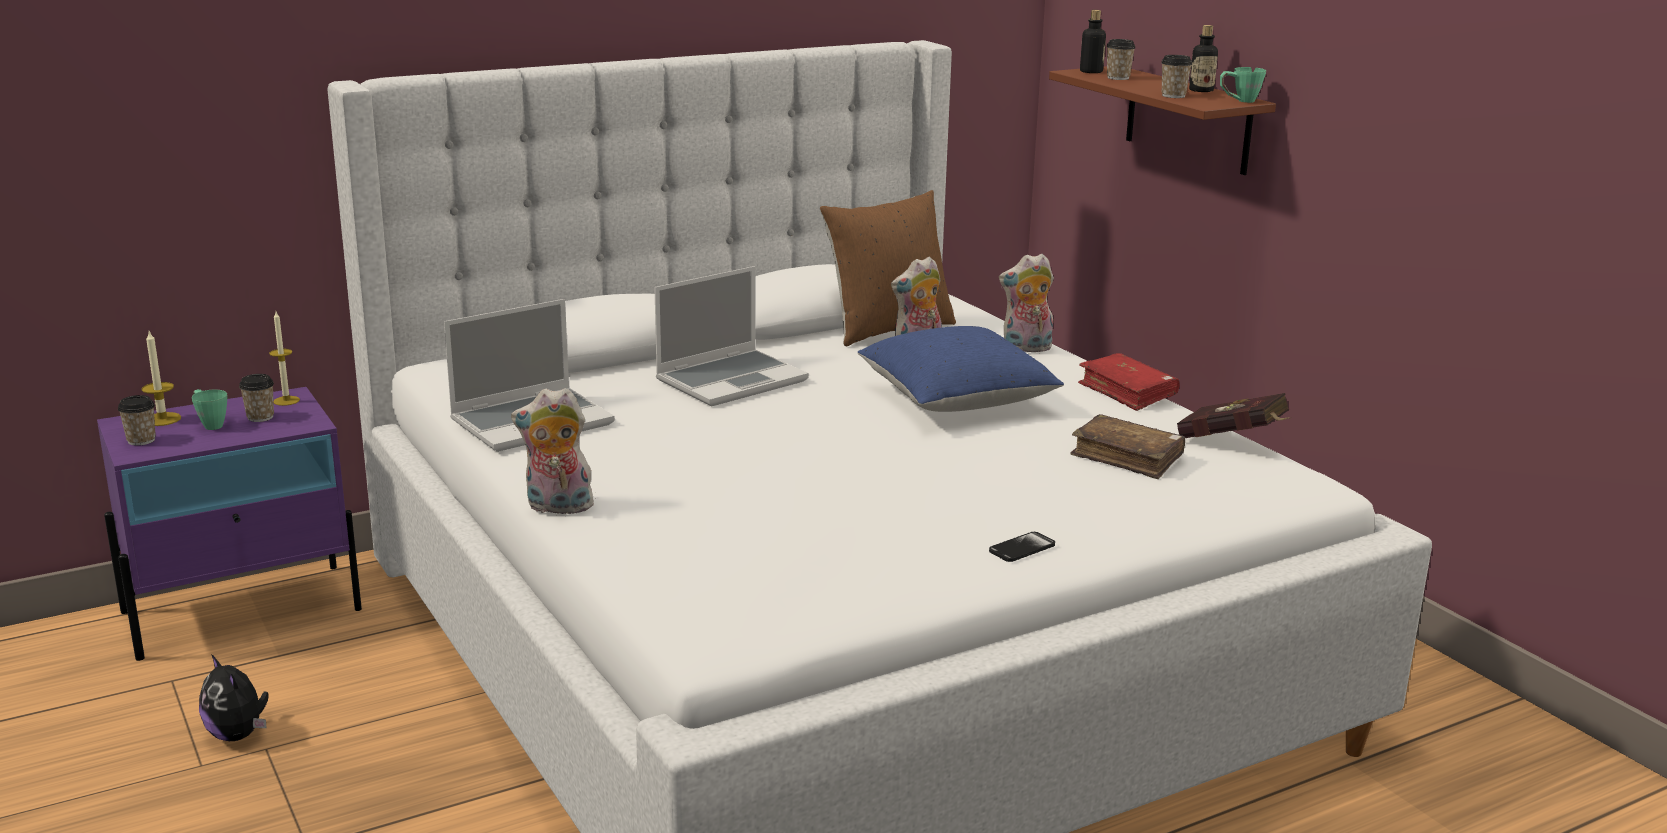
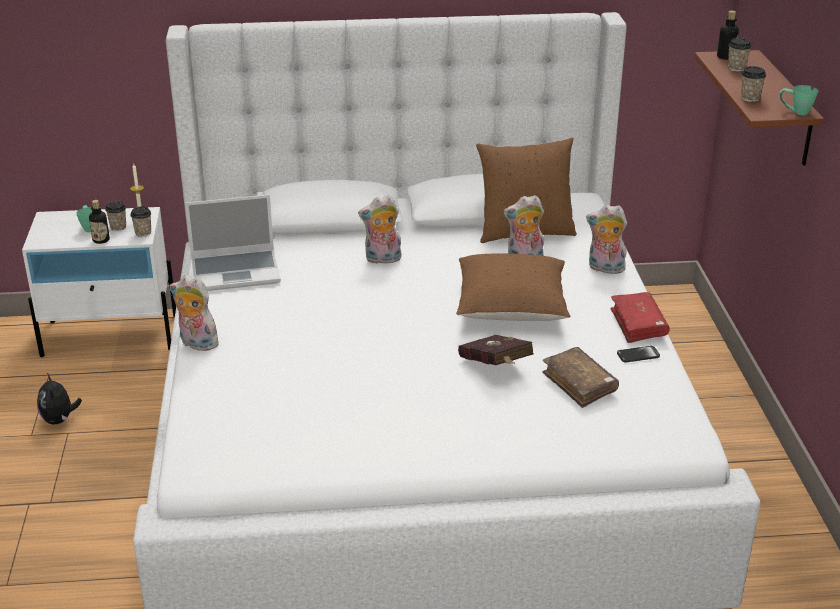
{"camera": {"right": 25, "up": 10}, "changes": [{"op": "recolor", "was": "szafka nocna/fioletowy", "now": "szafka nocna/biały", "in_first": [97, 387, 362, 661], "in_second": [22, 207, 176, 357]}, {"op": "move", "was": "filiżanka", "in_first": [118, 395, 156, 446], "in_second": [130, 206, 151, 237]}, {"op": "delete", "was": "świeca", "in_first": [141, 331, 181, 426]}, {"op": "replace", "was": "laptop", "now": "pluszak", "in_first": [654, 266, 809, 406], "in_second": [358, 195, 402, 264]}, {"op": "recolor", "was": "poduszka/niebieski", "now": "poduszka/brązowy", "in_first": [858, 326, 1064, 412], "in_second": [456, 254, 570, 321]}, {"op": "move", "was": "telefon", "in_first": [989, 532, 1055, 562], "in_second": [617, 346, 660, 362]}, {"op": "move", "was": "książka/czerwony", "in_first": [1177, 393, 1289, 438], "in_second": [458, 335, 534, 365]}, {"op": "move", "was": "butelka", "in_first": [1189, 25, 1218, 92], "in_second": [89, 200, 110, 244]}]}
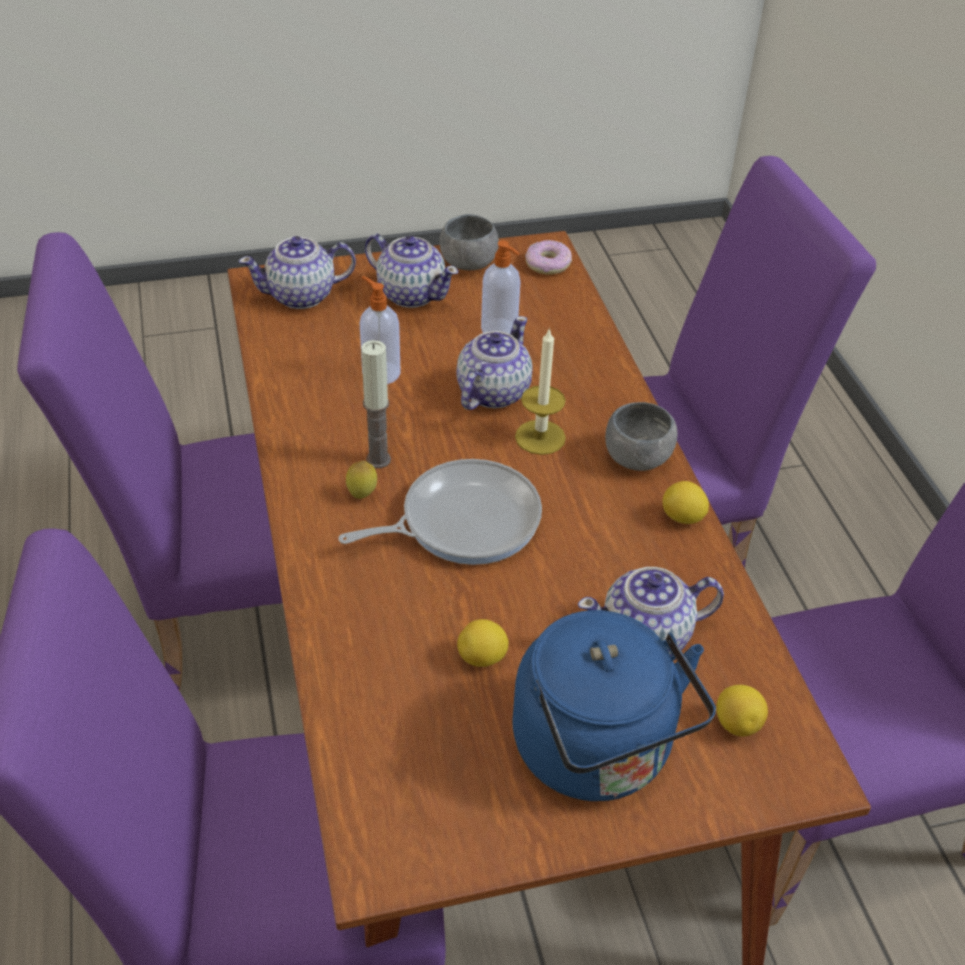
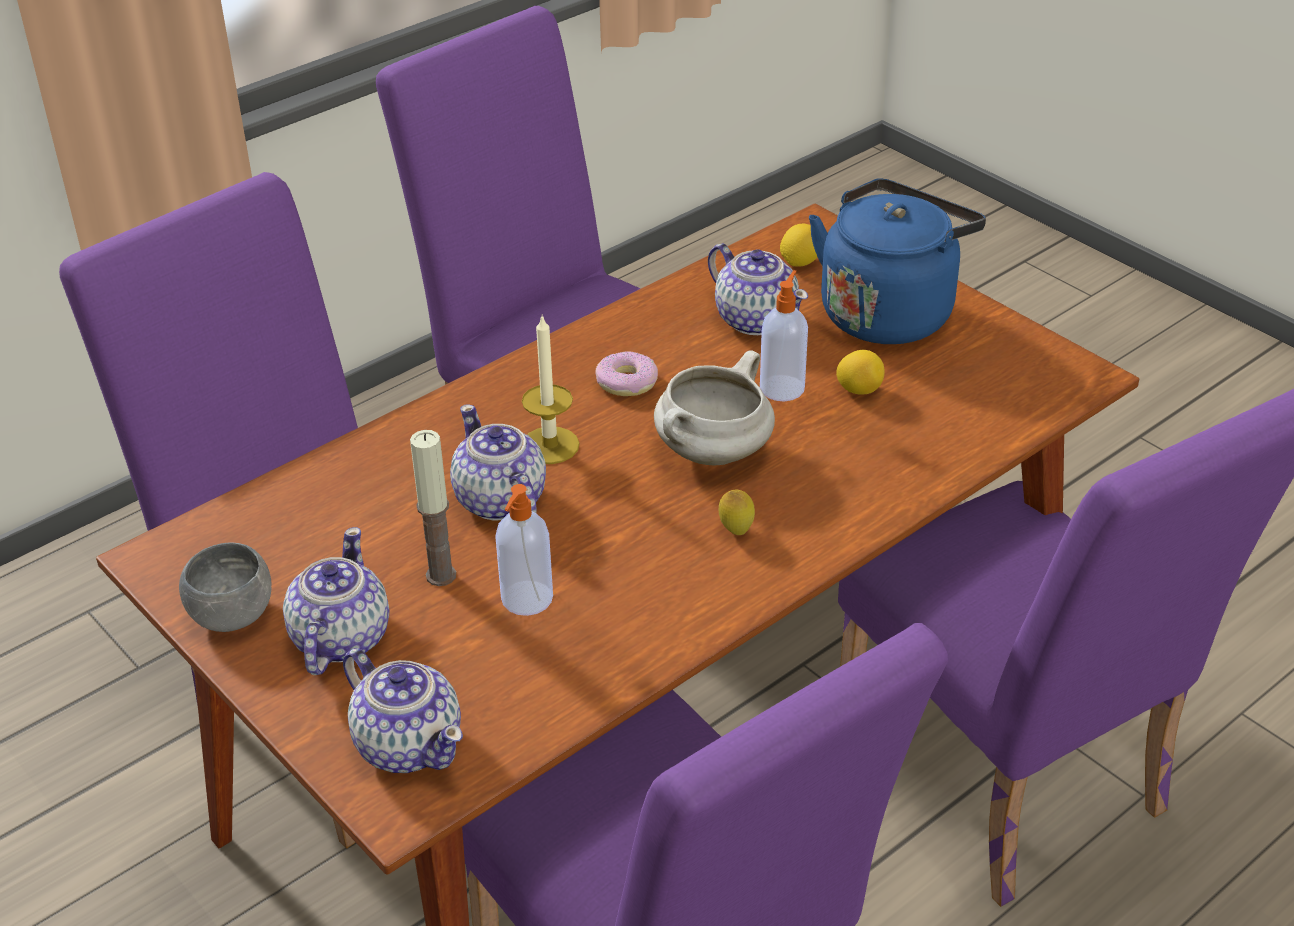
{"camera": {"right": -115, "up": -5}, "changes": [{"op": "replace", "was": "patelnia", "now": "garnek/biały", "in_first": [339, 459, 542, 565], "in_second": [654, 351, 775, 465]}, {"op": "move", "was": "świeca", "in_first": [361, 340, 391, 468], "in_second": [410, 430, 456, 586]}, {"op": "rotate", "was": "imbryk", "in_first": [456, 316, 533, 410], "in_second": [450, 404, 546, 520], "clockwise": 60}, {"op": "move", "was": "dozownik mydła", "in_first": [481, 240, 521, 334], "in_second": [760, 270, 808, 401]}, {"op": "move", "was": "donut", "in_first": [525, 240, 572, 275], "in_second": [595, 352, 658, 396]}, {"op": "delete", "was": "miska/szary", "in_first": [605, 402, 677, 471]}, {"op": "delete", "was": "cytryna", "in_first": [662, 481, 709, 524]}]}
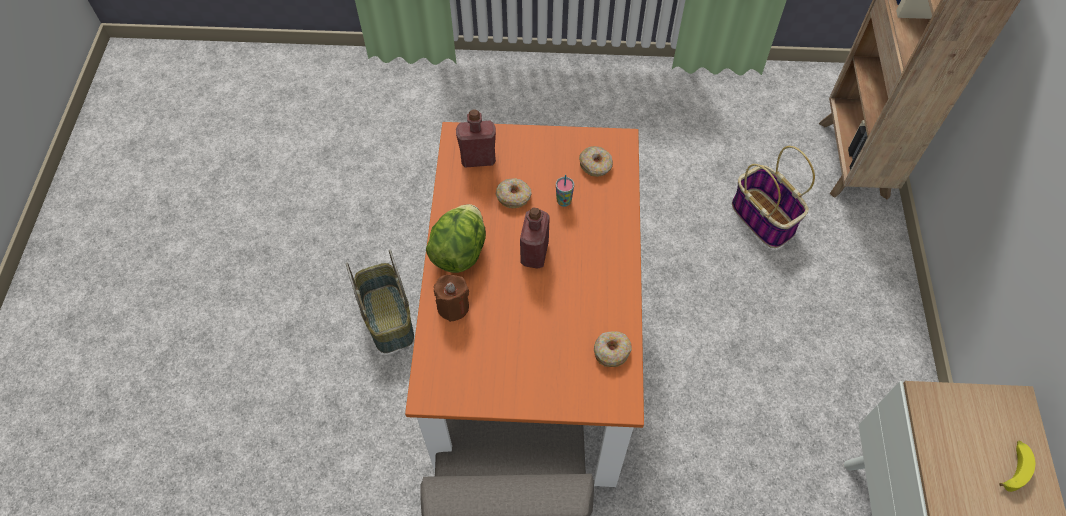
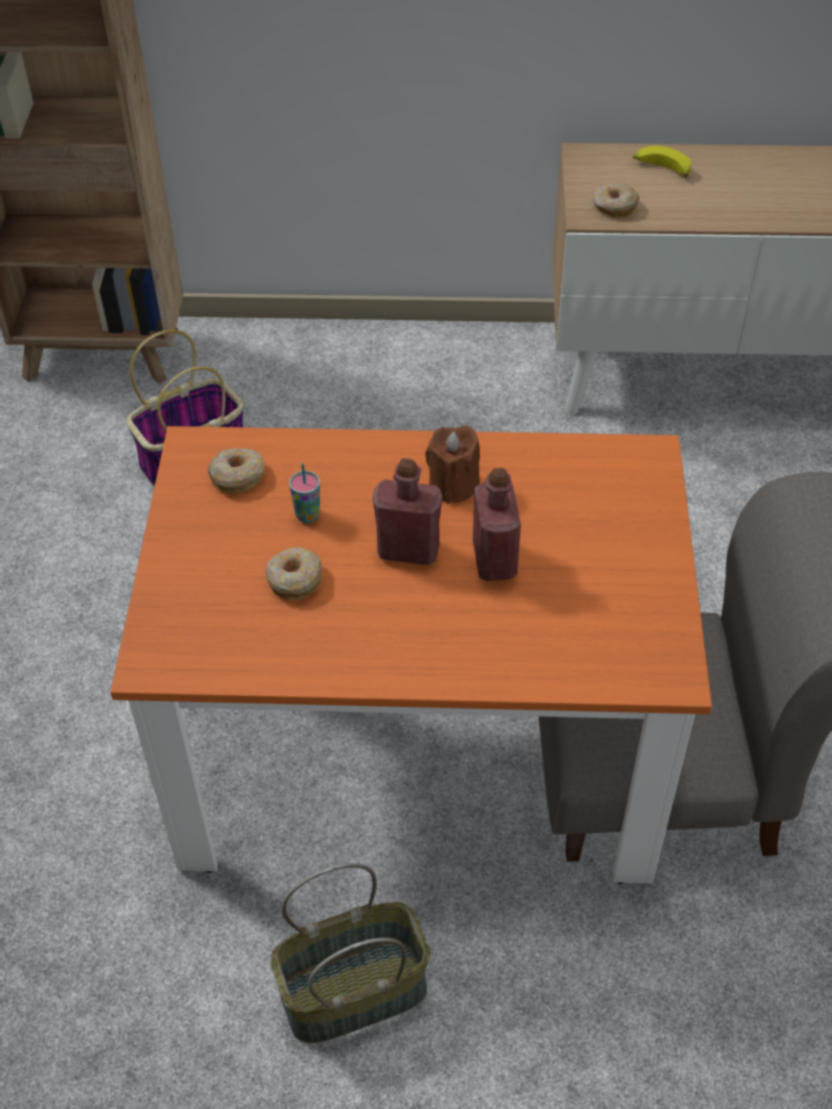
{"camera": {"right": -90, "up": -10}, "changes": [{"op": "delete", "was": "sałata", "in_first": [426, 204, 486, 273]}, {"op": "move", "was": "świeca/brązowy", "in_first": [434, 275, 469, 322], "in_second": [425, 426, 480, 504]}, {"op": "move", "was": "butelka/czerwony", "in_first": [456, 109, 496, 168], "in_second": [473, 468, 521, 581]}, {"op": "move", "was": "donut", "in_first": [594, 331, 632, 367], "in_second": [593, 183, 640, 218]}]}
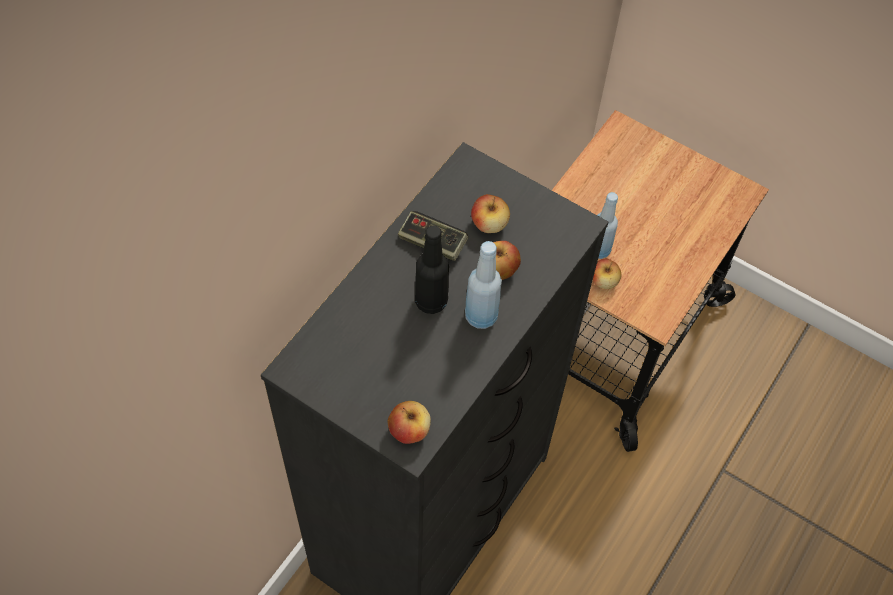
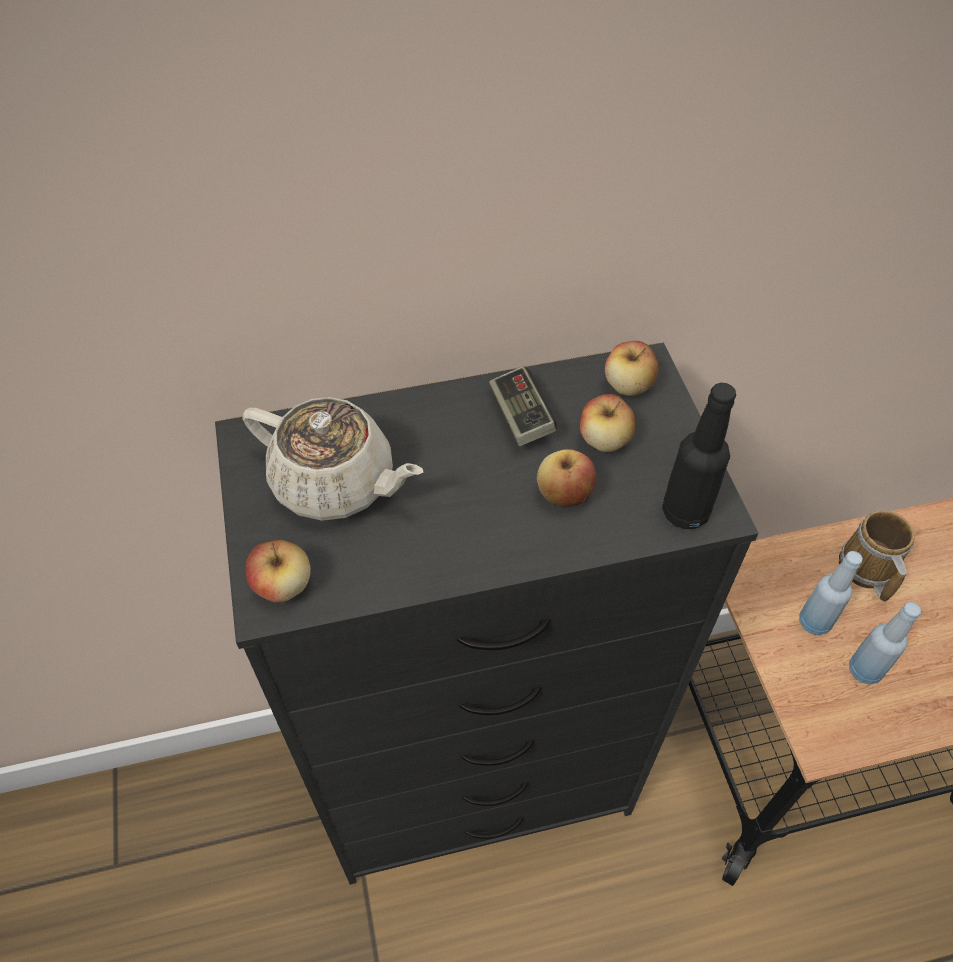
{"camera": {"right": 45, "up": -5}, "changes": [{"op": "move", "was": "butelka/czarny", "in_first": [415, 225, 449, 314], "in_second": [662, 383, 736, 529]}, {"op": "move", "was": "butelka/niebieski", "in_first": [465, 241, 502, 329], "in_second": [849, 602, 921, 685]}, {"op": "move", "was": "jabłko", "in_first": [593, 259, 621, 289], "in_second": [605, 341, 659, 396]}, {"op": "insert", "now": "imbryk/beżowy", "in_second": [242, 397, 424, 521]}, {"op": "insert", "now": "kubek", "in_second": [839, 510, 915, 602]}]}
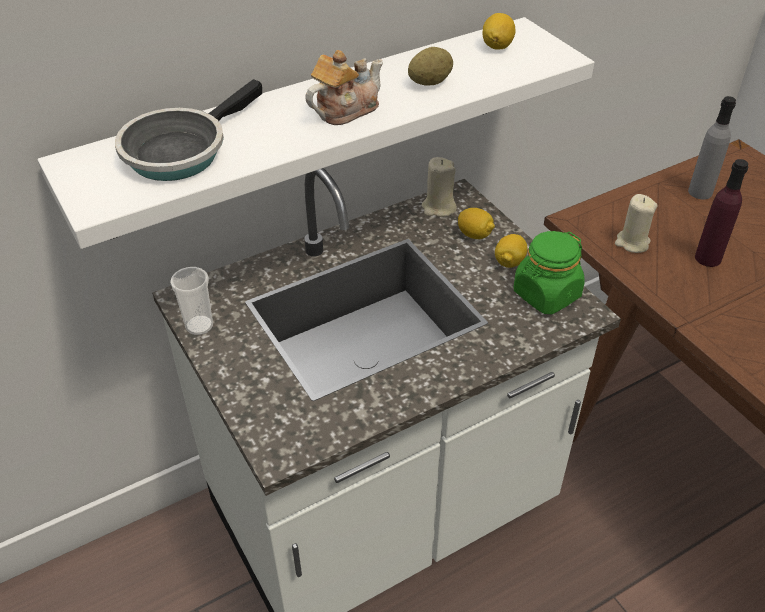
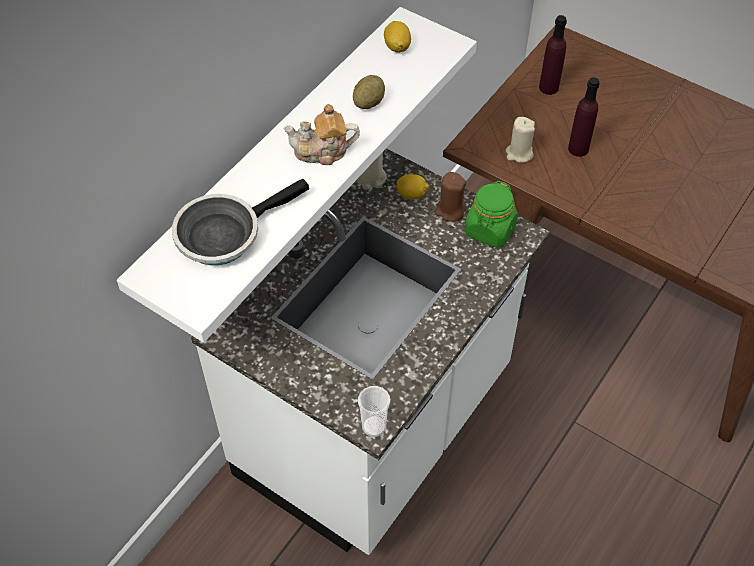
{"camera": {"right": -25, "up": 10}, "changes": [{"op": "rotate", "was": "patelnia", "in_first": [115, 79, 262, 181], "in_second": [172, 179, 309, 265], "clockwise": 45}, {"op": "move", "was": "filiżanka", "in_first": [170, 267, 213, 335], "in_second": [358, 386, 390, 437]}, {"op": "rotate", "was": "imbryk", "in_first": [305, 50, 383, 125], "in_second": [283, 104, 360, 165], "clockwise": -120}, {"op": "replace", "was": "cytryna", "now": "świeca/brązowy", "in_first": [495, 234, 527, 268], "in_second": [435, 172, 466, 222]}, {"op": "recolor", "was": "butelka/szary", "now": "butelka/fioletowy", "in_first": [688, 96, 736, 199], "in_second": [539, 15, 567, 95]}]}
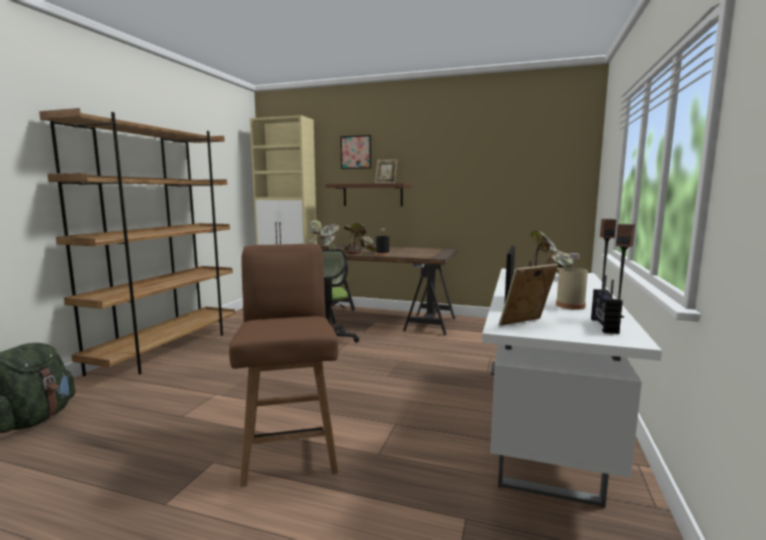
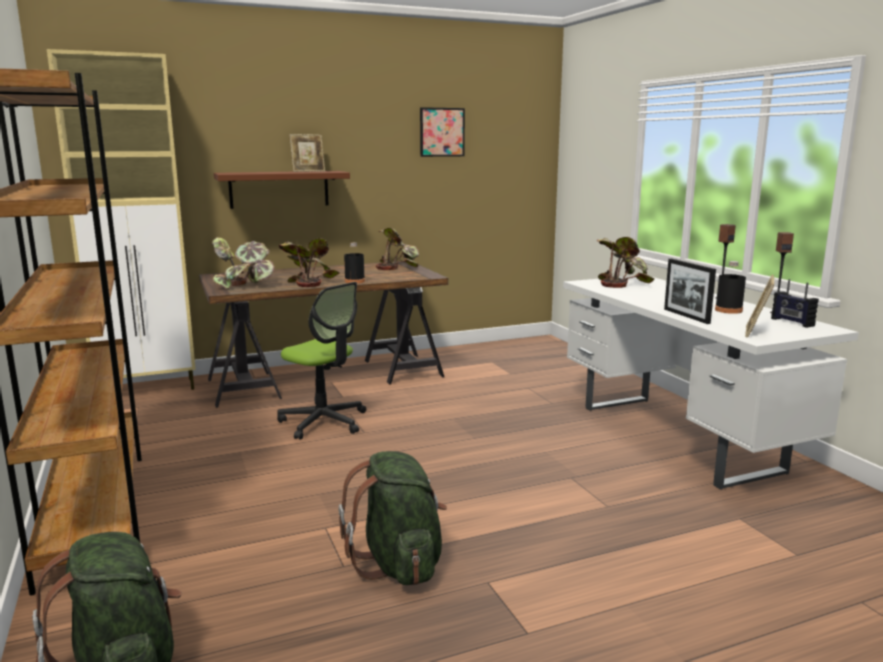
{"camera": {"right": -40, "up": 5}, "changes": [{"op": "delete", "was": "krzesło/brązowy", "in_first": [229, 244, 339, 487]}, {"op": "move", "was": "obraz", "in_first": [340, 135, 371, 169], "in_second": [420, 107, 465, 157]}, {"op": "recolor", "was": "butelka/beżowy", "now": "butelka/czarny", "in_first": [556, 253, 588, 309], "in_second": [715, 261, 746, 314]}, {"op": "insert", "now": "plecak/zielony", "in_second": [339, 451, 447, 585]}, {"op": "insert", "now": "roślina doniczkowa", "in_second": [376, 228, 419, 270]}]}
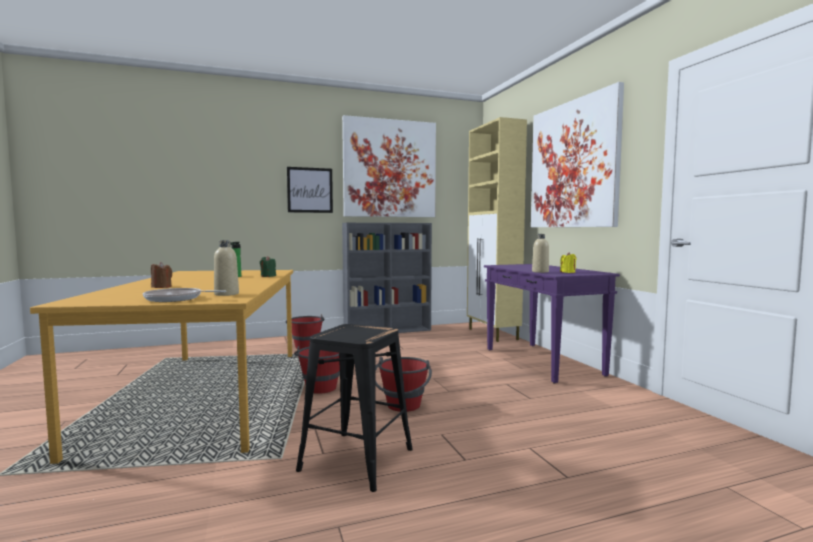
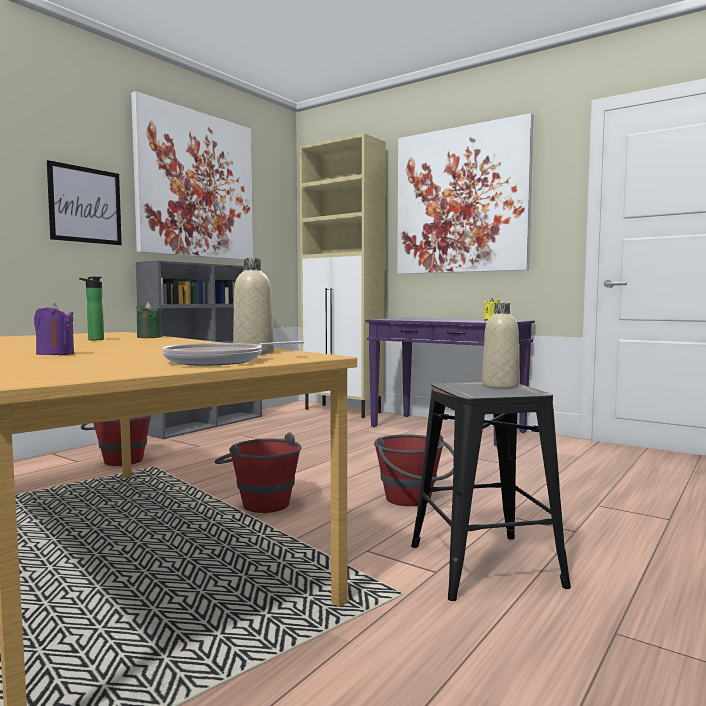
{"camera": {"right": -35, "up": 0}, "changes": [{"op": "recolor", "was": "świeca/brązowy", "now": "świeca/fioletowy", "in_first": [151, 262, 172, 288], "in_second": [34, 303, 74, 355]}, {"op": "move", "was": "butelka/beżowy", "in_first": [532, 234, 549, 273], "in_second": [482, 303, 519, 389]}]}
